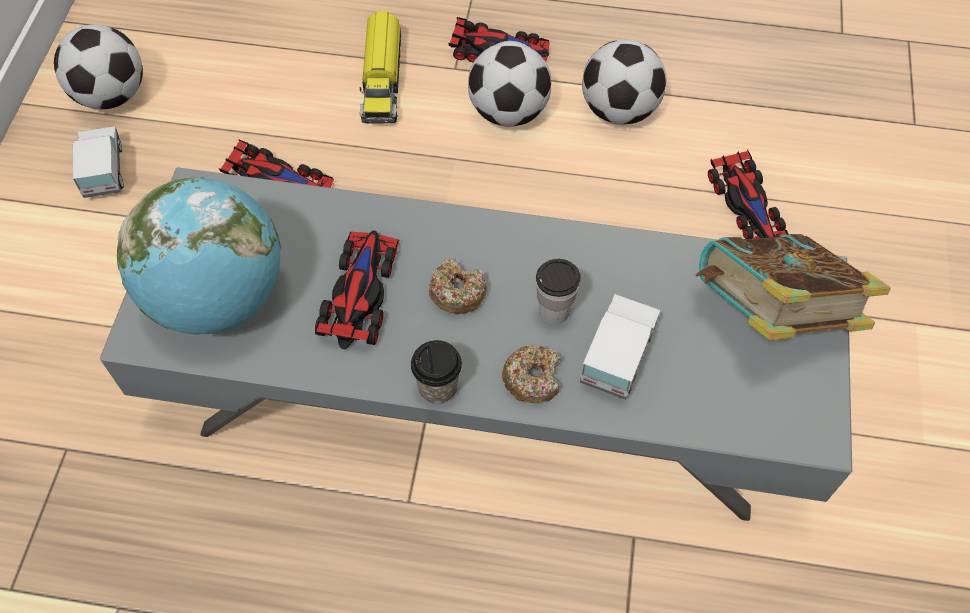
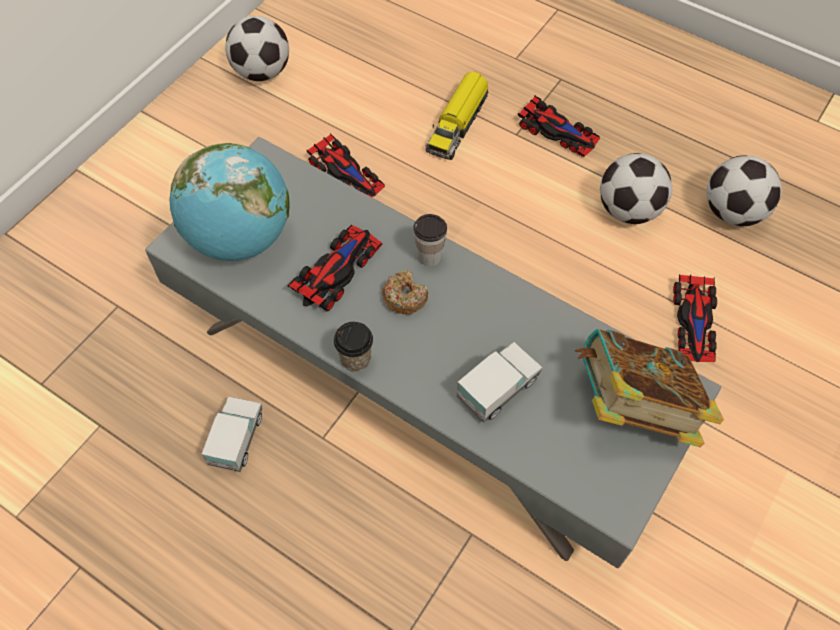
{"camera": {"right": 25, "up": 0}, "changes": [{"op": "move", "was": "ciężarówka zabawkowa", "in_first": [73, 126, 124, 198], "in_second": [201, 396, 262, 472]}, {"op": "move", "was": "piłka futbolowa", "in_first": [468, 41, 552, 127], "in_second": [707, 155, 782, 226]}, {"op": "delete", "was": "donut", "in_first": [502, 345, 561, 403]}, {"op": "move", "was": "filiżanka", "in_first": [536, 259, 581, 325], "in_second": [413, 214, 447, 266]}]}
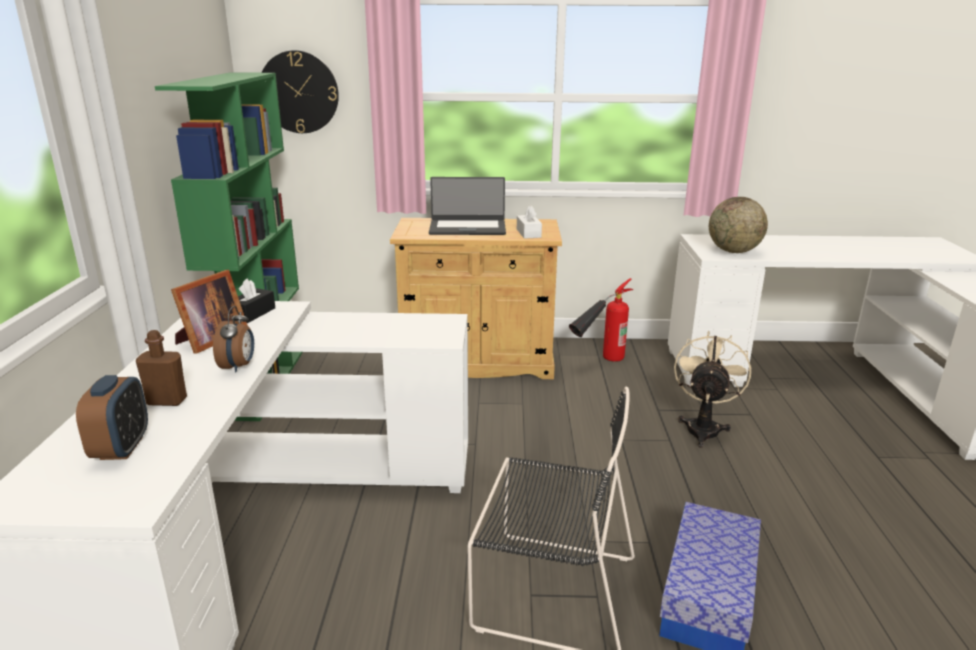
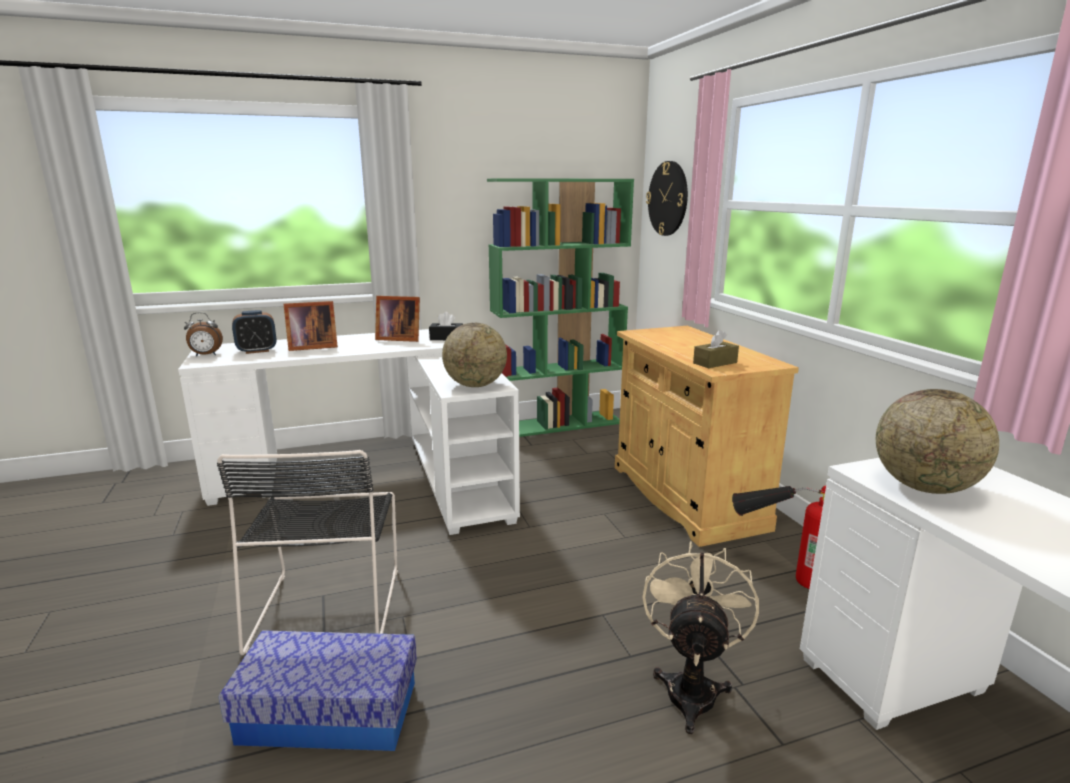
{"camera": {"right": 70, "up": -5}, "changes": [{"op": "replace", "was": "butelka/brązowy", "now": "ramka na zdjęcie", "in_first": [136, 330, 187, 406], "in_second": [284, 301, 338, 351]}, {"op": "move", "was": "budzik", "in_first": [213, 306, 254, 372], "in_second": [184, 312, 223, 357]}, {"op": "delete", "was": "laptop", "in_first": [429, 177, 506, 235]}, {"op": "recolor", "was": "pudełko chusteczek/biały", "now": "pudełko chusteczek/brązowy", "in_first": [517, 206, 542, 239], "in_second": [693, 330, 739, 368]}, {"op": "rotate", "was": "wentylator/beżowy", "in_first": [674, 331, 751, 448], "in_second": [642, 541, 759, 734], "clockwise": -75}, {"op": "insert", "now": "globus", "in_second": [442, 323, 507, 387]}]}
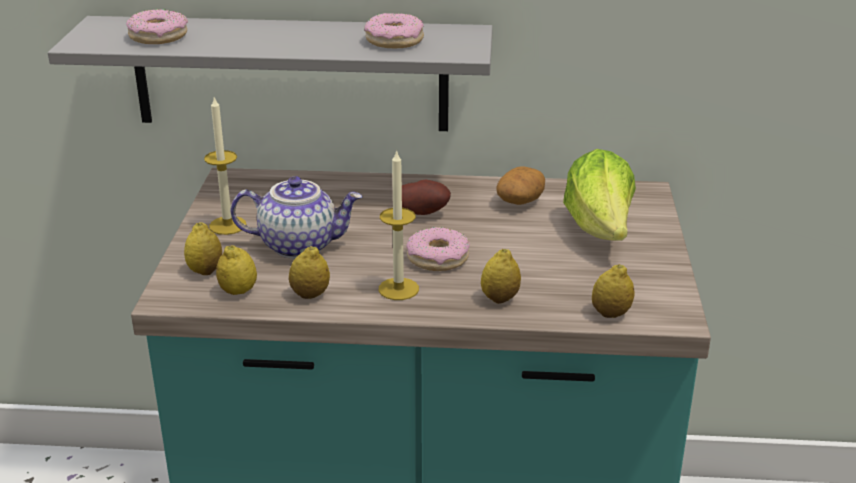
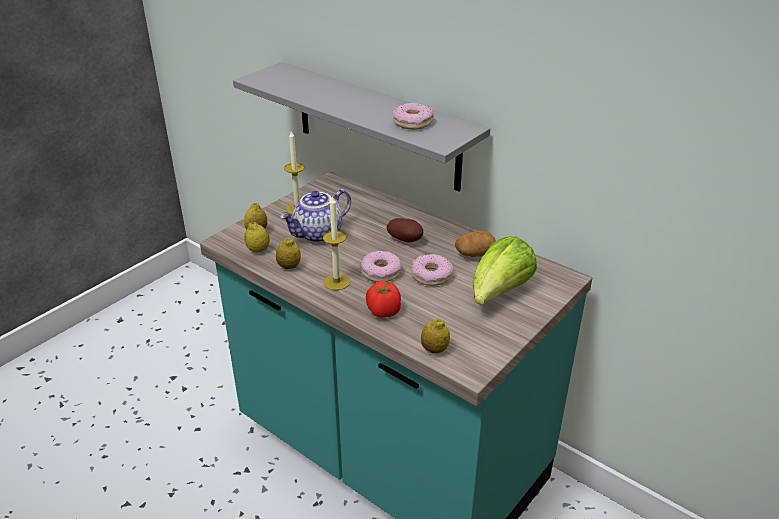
{"camera": {"right": 35, "up": 5}, "changes": [{"op": "move", "was": "donut", "in_first": [126, 9, 188, 44], "in_second": [411, 254, 453, 286]}, {"op": "rotate", "was": "imbryk", "in_first": [231, 176, 363, 259], "in_second": [280, 189, 351, 243], "clockwise": 105}, {"op": "replace", "was": "cytryna", "now": "pomidor", "in_first": [481, 249, 521, 304], "in_second": [366, 281, 401, 318]}]}
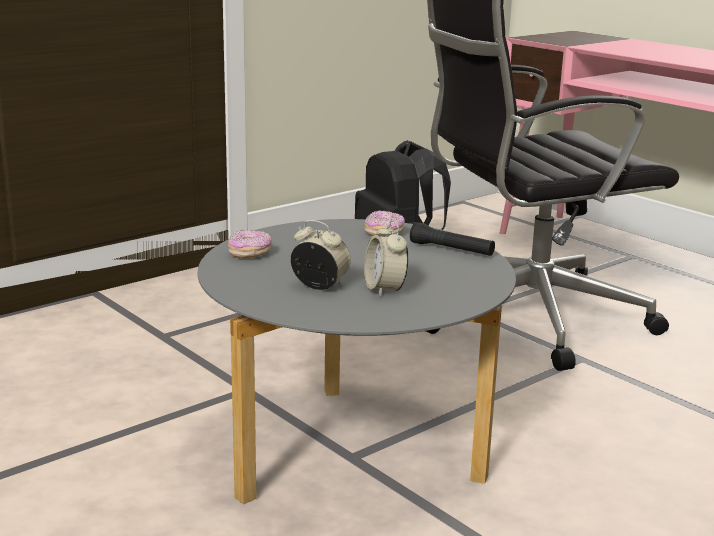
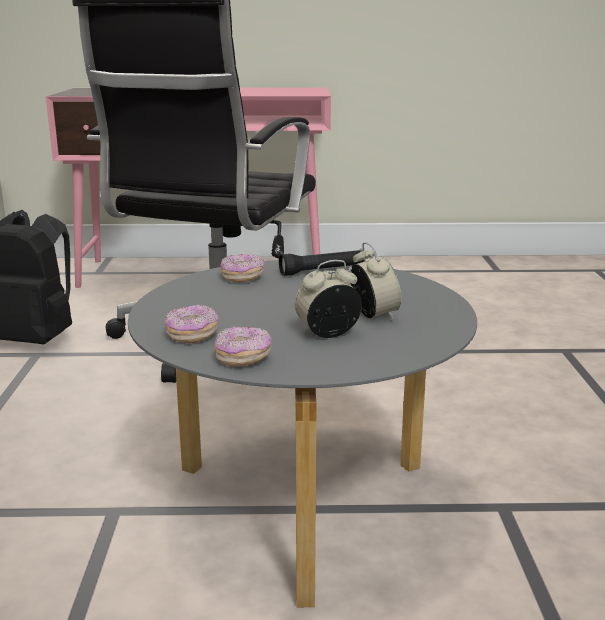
{"camera": {"right": -50, "up": 0}, "changes": [{"op": "rotate", "was": "budzik", "in_first": [364, 220, 408, 297], "in_second": [351, 242, 401, 320], "clockwise": -135}, {"op": "insert", "now": "donut", "in_second": [214, 326, 272, 366]}]}
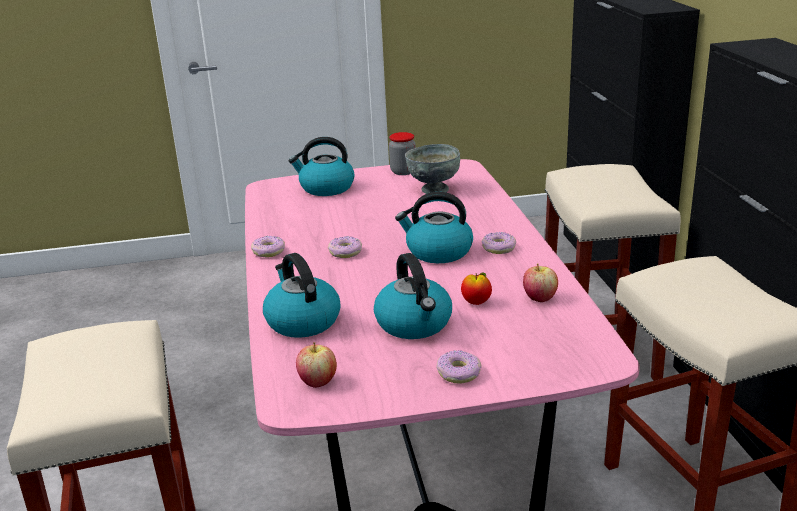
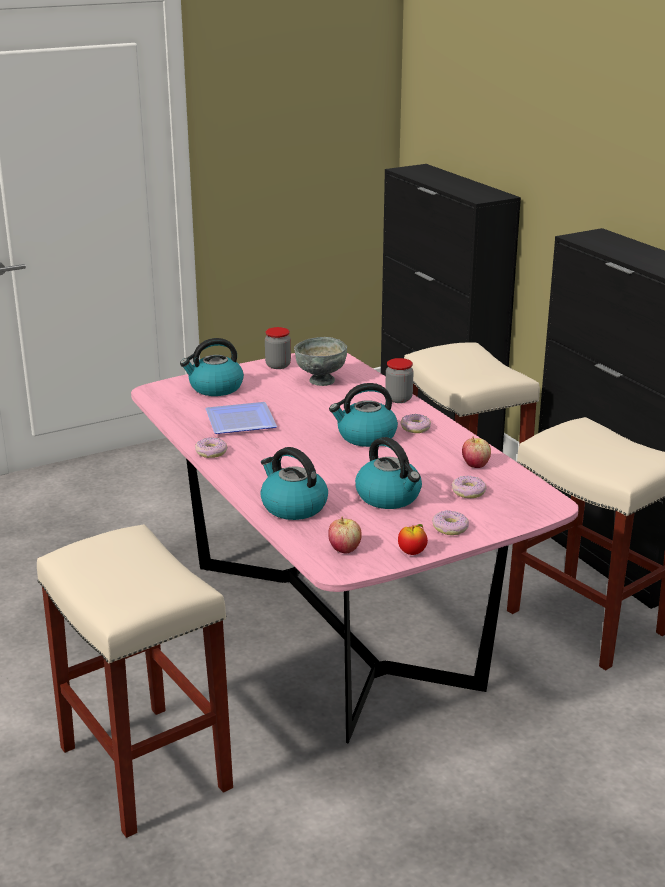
{"camera": {"right": -20, "up": 0}, "changes": [{"op": "move", "was": "donut", "in_first": [328, 236, 362, 258], "in_second": [452, 476, 487, 498]}, {"op": "move", "was": "jabłko", "in_first": [461, 273, 492, 305], "in_second": [398, 524, 428, 555]}, {"op": "insert", "now": "talerz", "in_second": [205, 402, 277, 434]}, {"op": "insert", "now": "słoik", "in_second": [385, 358, 414, 403]}]}
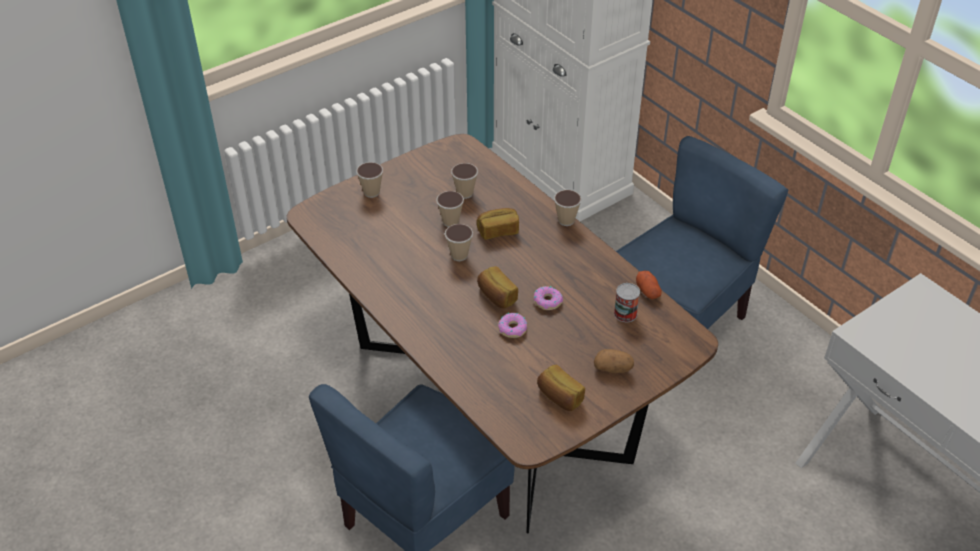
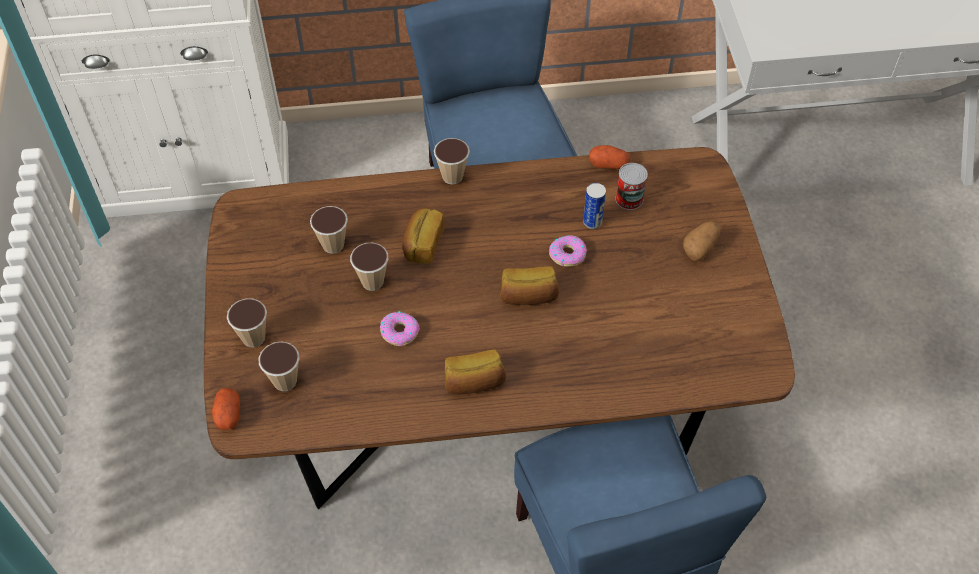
{"camera": {"right": -60, "up": 10}, "changes": [{"op": "move", "was": "filiżanka", "in_first": [445, 224, 473, 261], "in_second": [258, 341, 299, 391]}, {"op": "move", "was": "donut", "in_first": [498, 313, 527, 338], "in_second": [380, 311, 420, 346]}, {"op": "move", "was": "chleb", "in_first": [537, 365, 585, 411], "in_second": [445, 349, 506, 395]}, {"op": "insert", "now": "ziemniak", "in_second": [212, 388, 240, 430]}, {"op": "insert", "now": "puszka", "in_second": [583, 183, 606, 229]}]}
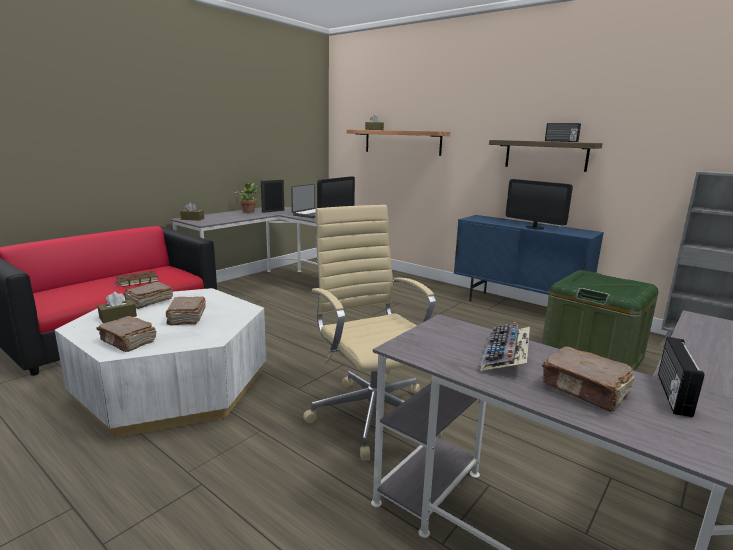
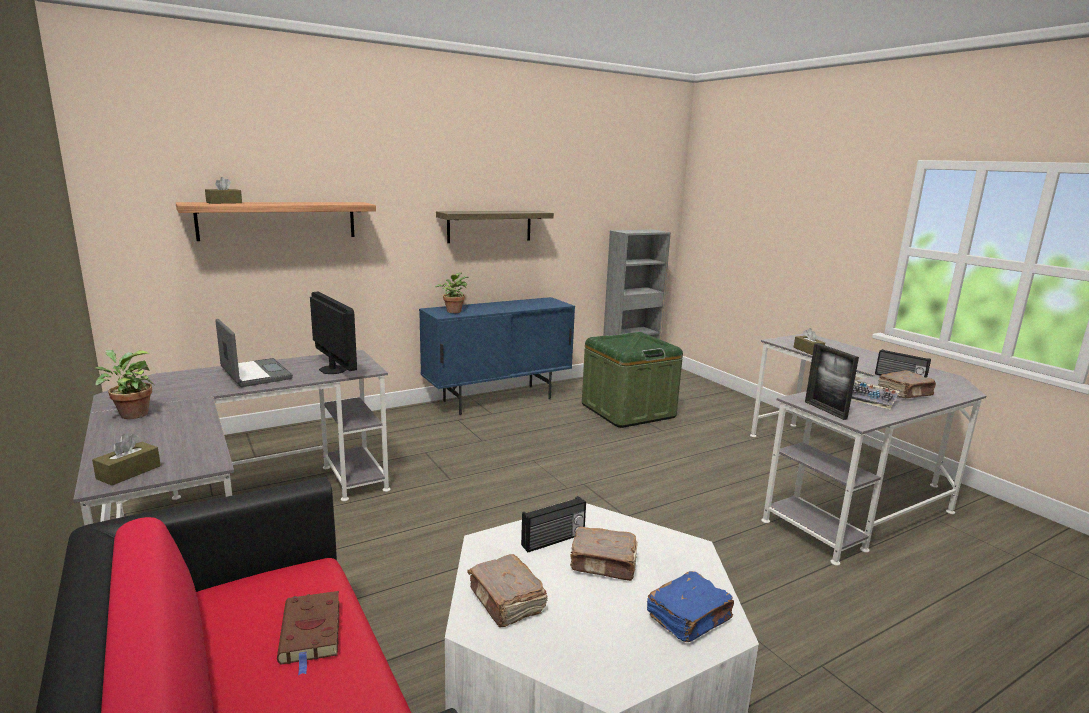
{"camera": {"right": -70, "up": 0}, "changes": [{"op": "recolor", "was": "książka/brązowy", "now": "książka/niebieski", "in_first": [96, 316, 156, 352], "in_second": [647, 571, 734, 642]}, {"op": "move", "was": "pudełko chusteczek/brązowy", "in_first": [98, 292, 137, 323], "in_second": [794, 328, 825, 355]}, {"op": "move", "was": "ramka na zdjęcie", "in_first": [261, 180, 284, 213], "in_second": [805, 343, 859, 420]}, {"op": "delete", "was": "krzesło biurowe/beżowy", "in_first": [303, 205, 443, 461]}, {"op": "delete", "was": "monitor", "in_first": [506, 179, 573, 230]}, {"op": "move", "was": "radio", "in_first": [545, 123, 581, 142], "in_second": [521, 496, 586, 552]}, {"op": "insert", "now": "roślina doniczkowa", "in_second": [435, 272, 469, 313]}]}
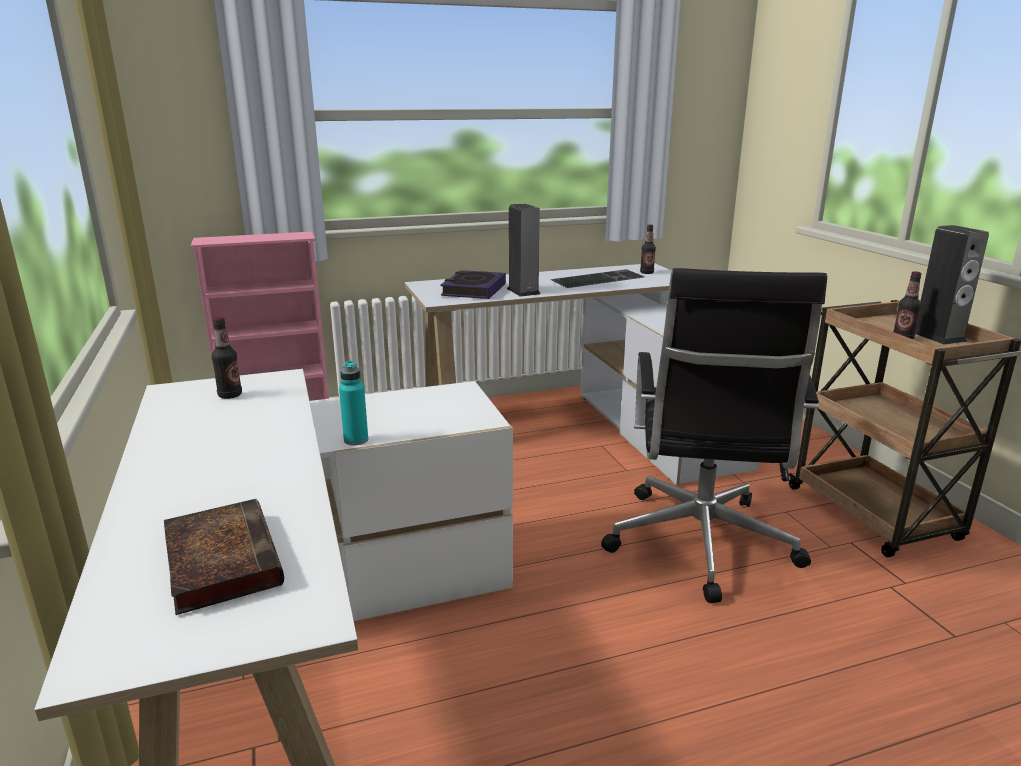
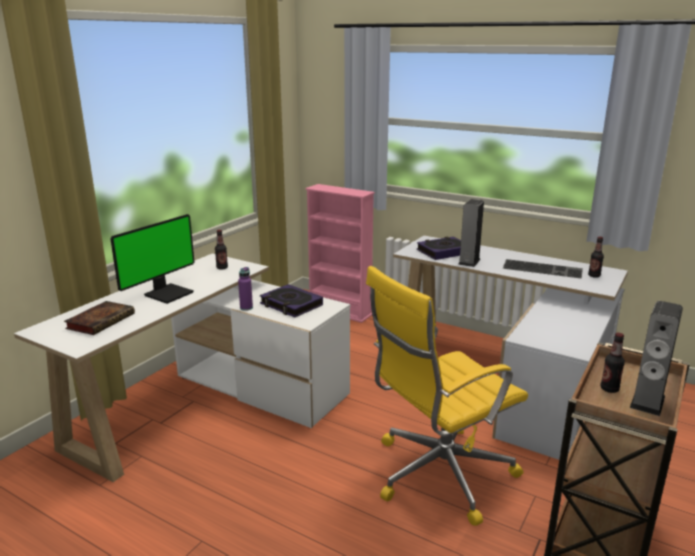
{"camera": {"right": 50, "up": 0}, "changes": [{"op": "recolor", "was": "butelka/turkusowy", "now": "butelka/fioletowy", "in_first": [339, 361, 368, 445], "in_second": [238, 267, 253, 311]}, {"op": "recolor", "was": "krzesło biurowe/czarny", "now": "krzesło biurowe/żółty", "in_first": [601, 268, 827, 603], "in_second": [366, 266, 528, 526]}, {"op": "insert", "now": "monitor", "in_second": [110, 214, 194, 304]}, {"op": "insert", "now": "książka", "in_second": [260, 284, 323, 317]}]}
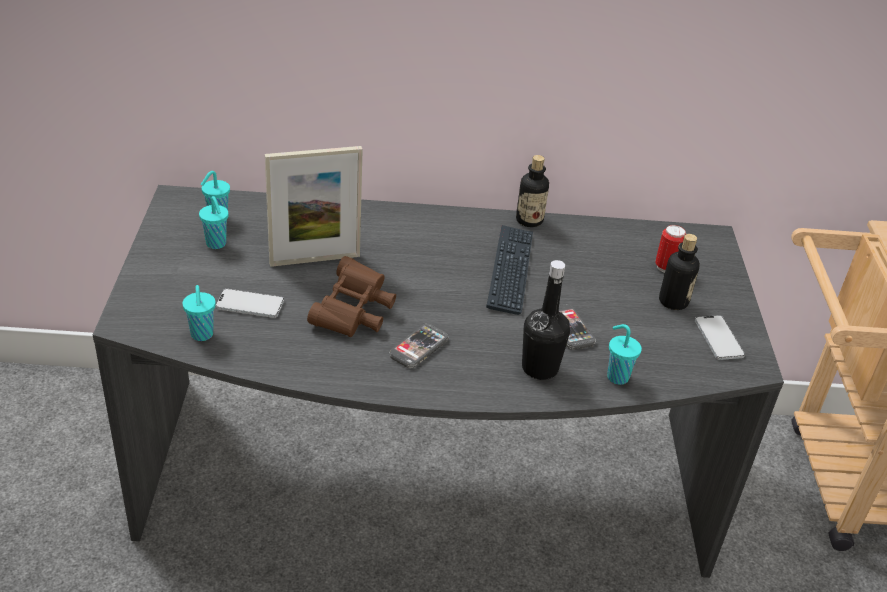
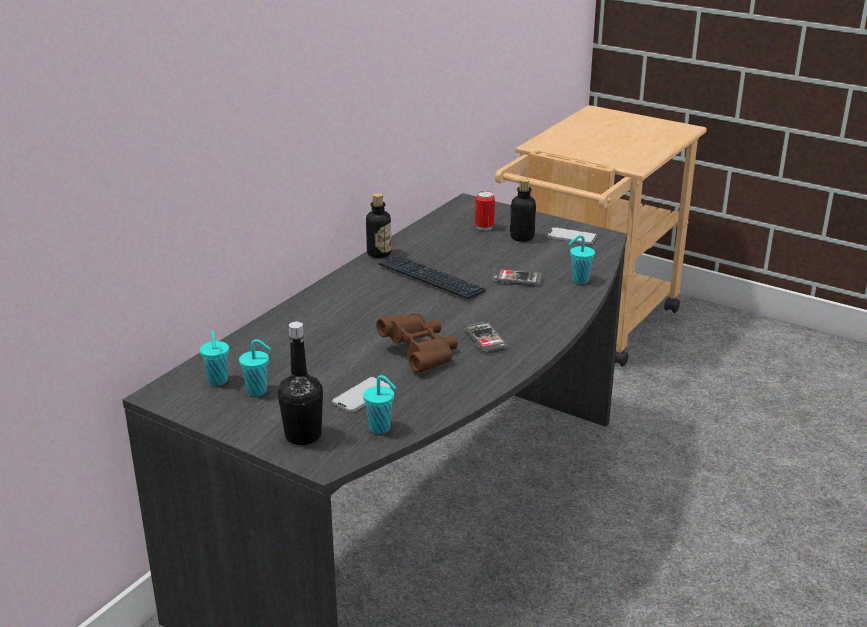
{"camera": {"right": -55, "up": -10}, "changes": [{"op": "delete", "was": "ramka na zdjęcie", "in_first": [265, 146, 363, 267]}, {"op": "move", "was": "butelka/czarny", "in_first": [522, 260, 570, 380], "in_second": [278, 322, 323, 445]}]}
